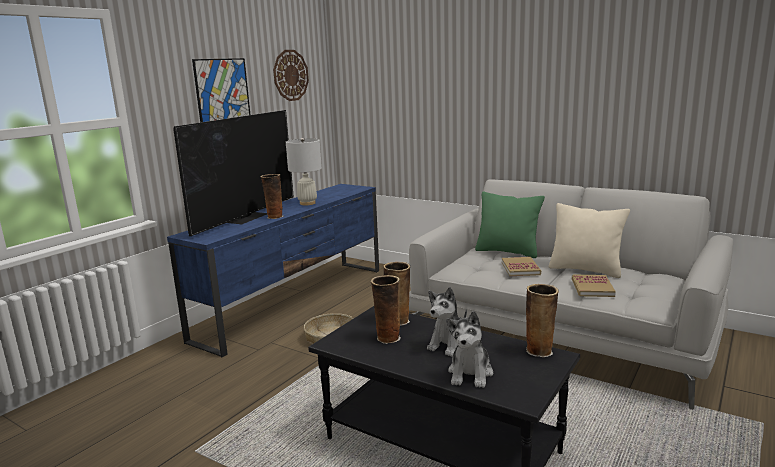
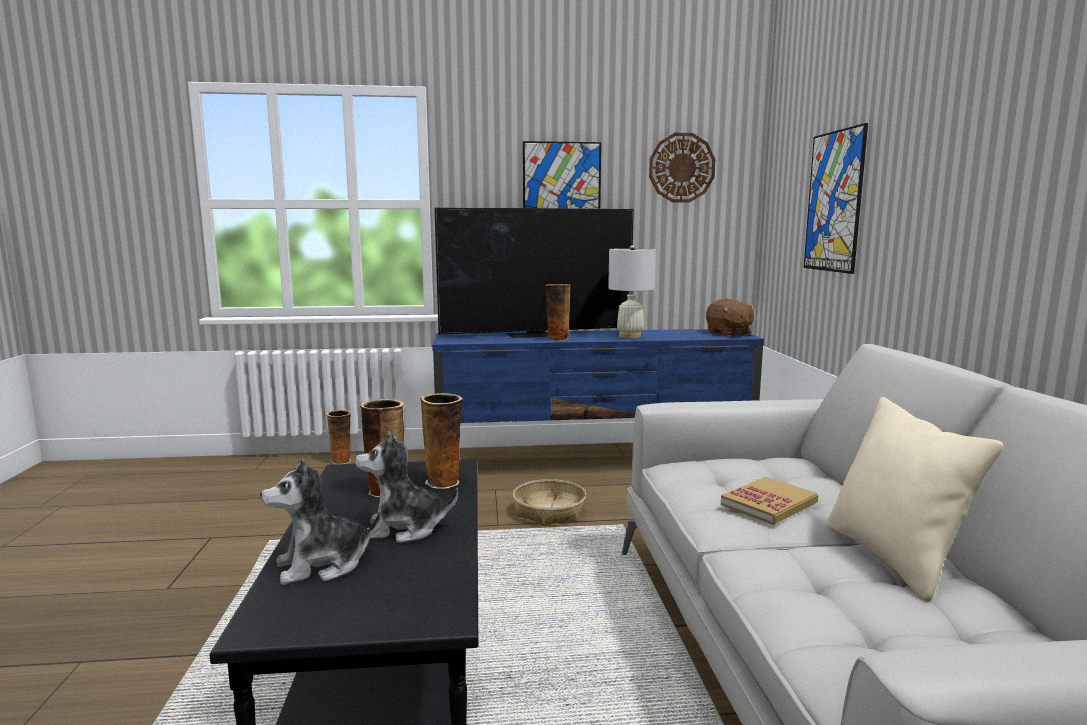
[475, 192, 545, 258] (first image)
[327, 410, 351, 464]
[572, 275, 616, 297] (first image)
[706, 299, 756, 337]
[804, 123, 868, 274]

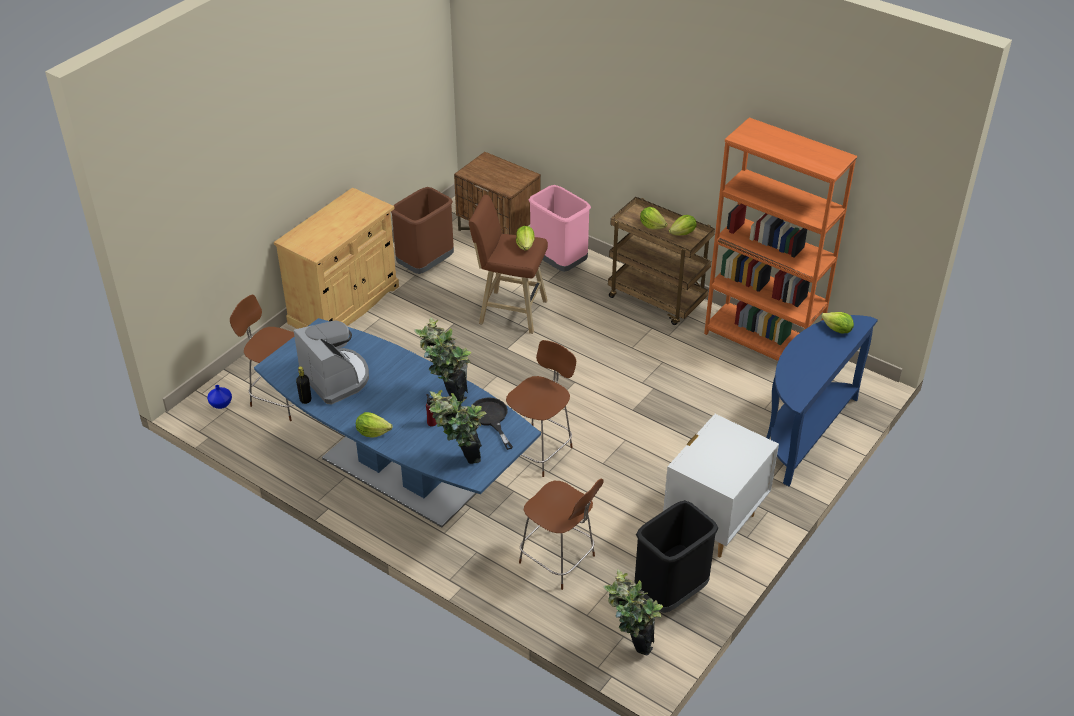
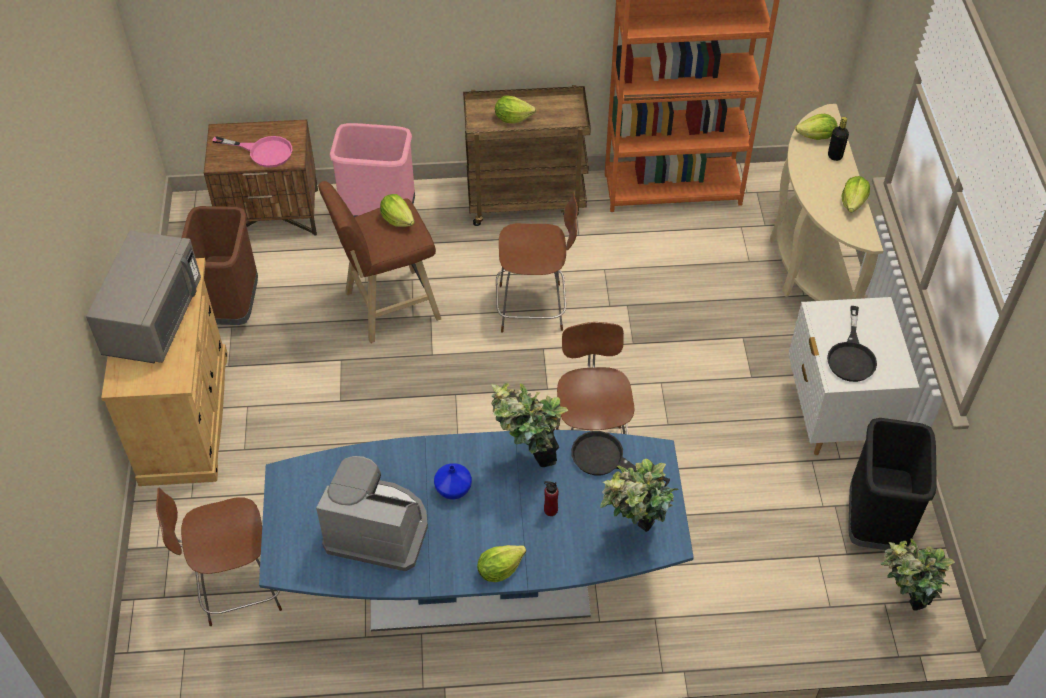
[434, 463, 472, 499]
[828, 117, 849, 161]
[496, 192, 578, 333]
[841, 176, 870, 212]
[770, 104, 883, 301]
[86, 231, 201, 363]
[212, 136, 292, 168]
[827, 306, 877, 382]

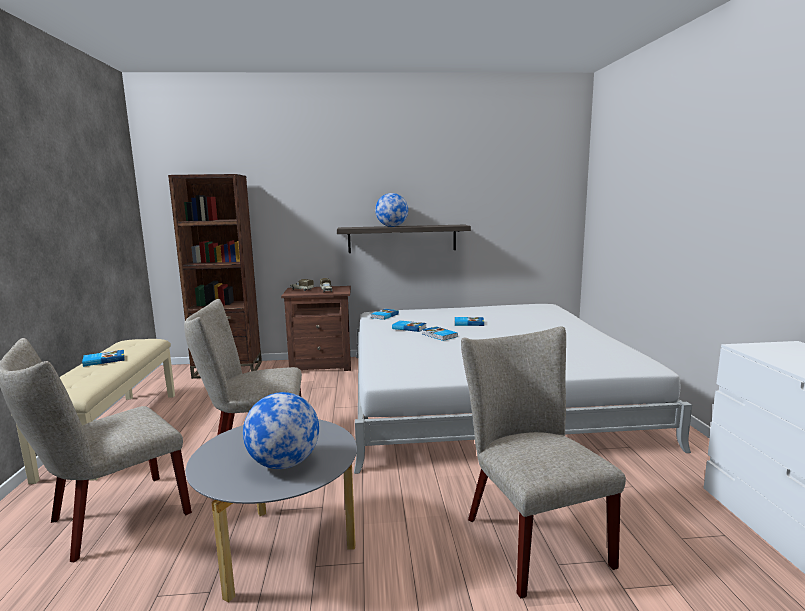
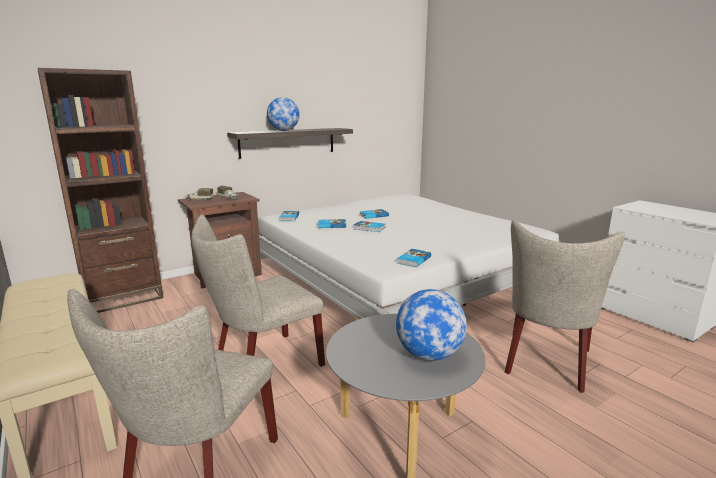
[397, 249, 431, 267]
[505, 220, 625, 393]

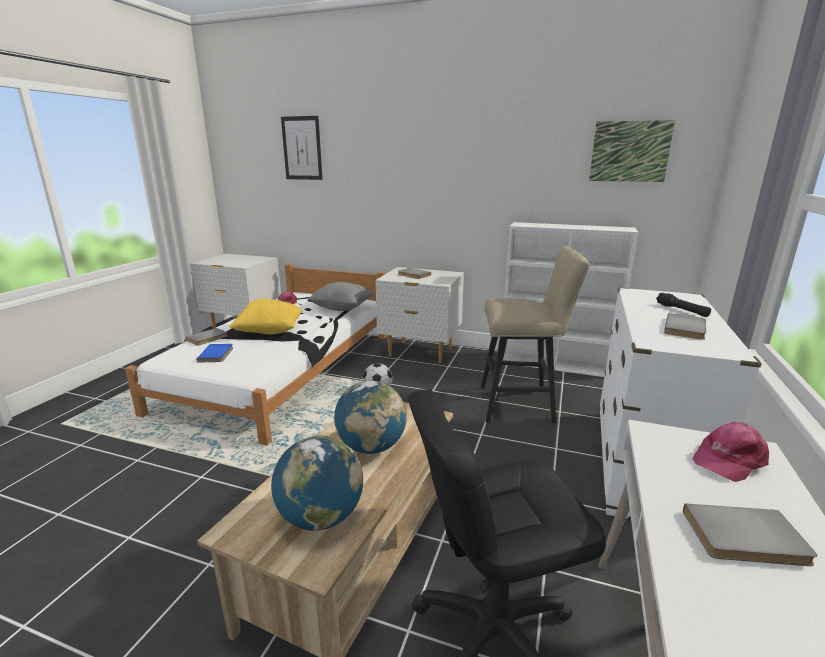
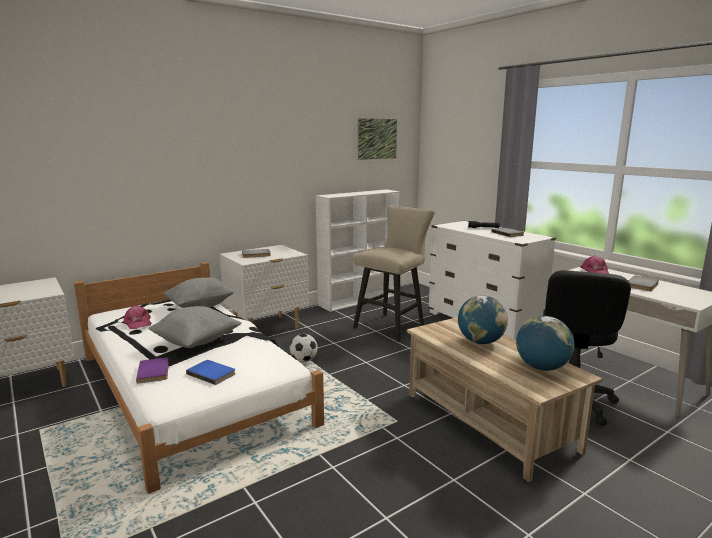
[136, 357, 169, 384]
[149, 306, 242, 348]
[281, 116, 323, 180] (first image)

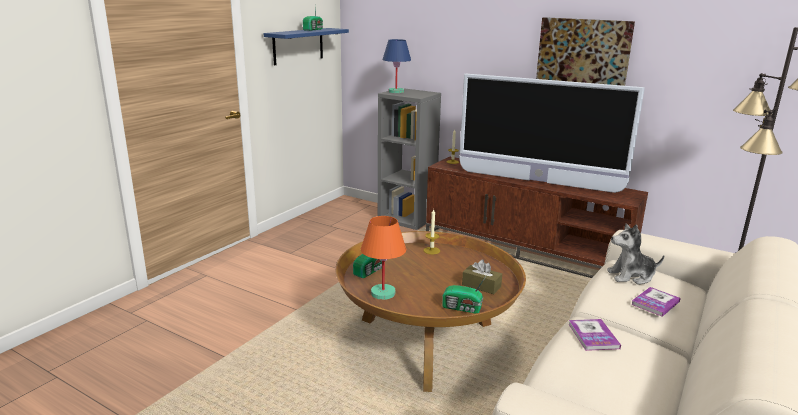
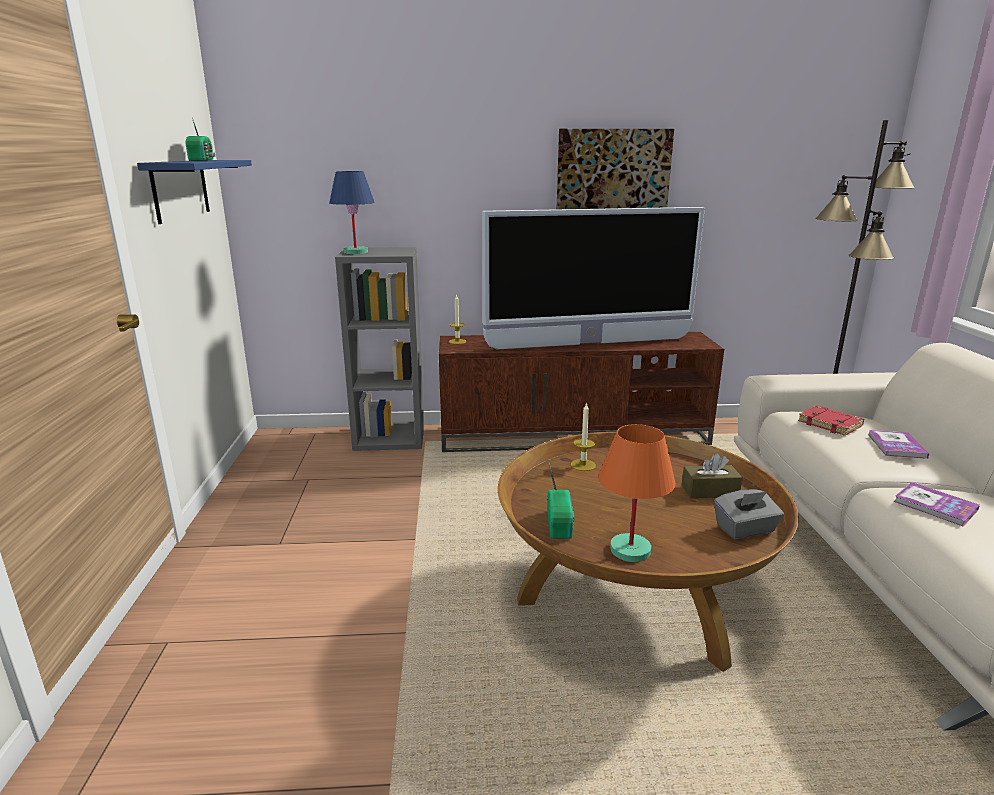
[714, 489, 784, 539]
[798, 405, 864, 436]

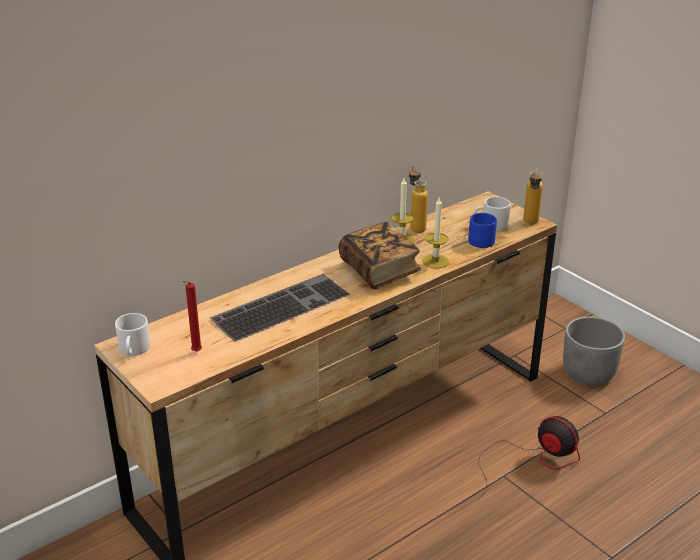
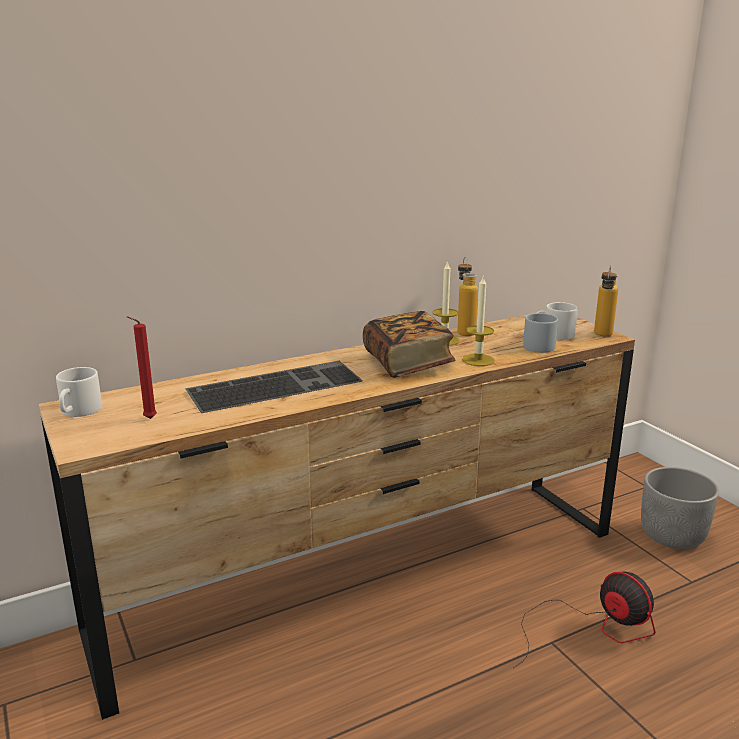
[523, 313, 558, 353]

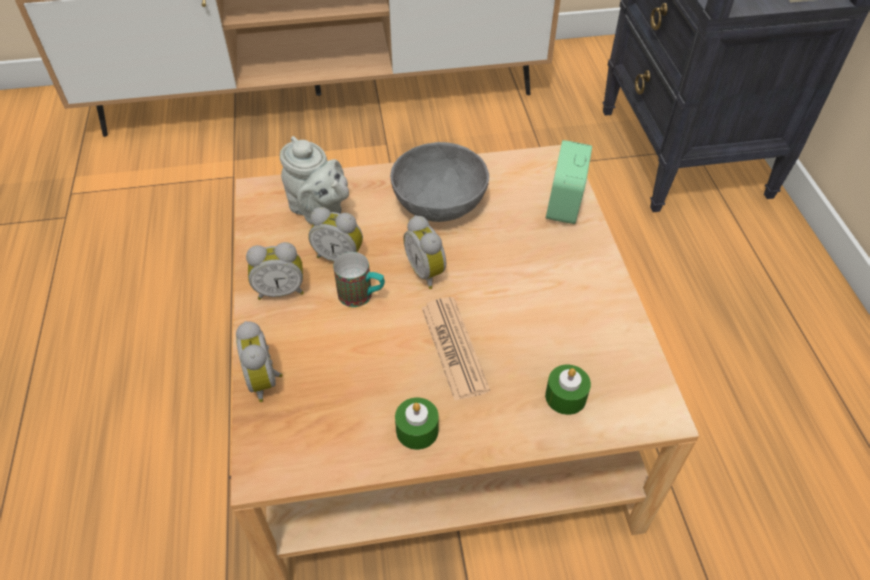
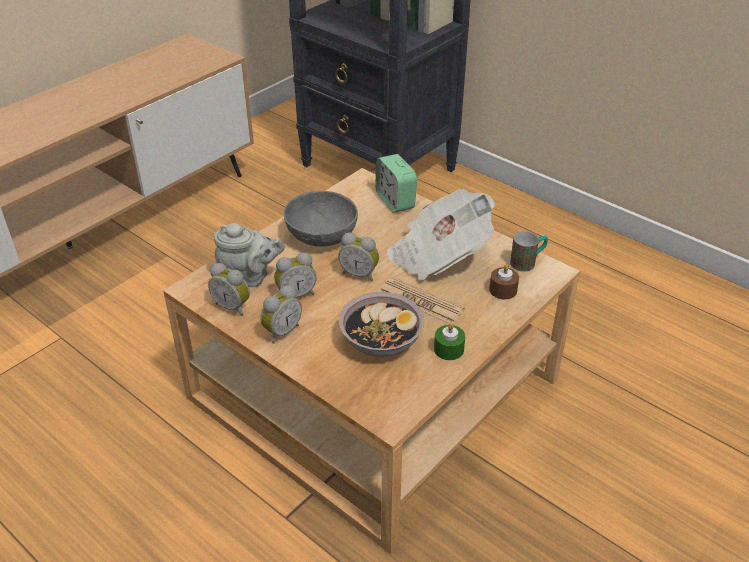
[208, 263, 250, 316]
[510, 231, 548, 272]
[489, 264, 519, 299]
[338, 292, 424, 357]
[387, 189, 496, 280]

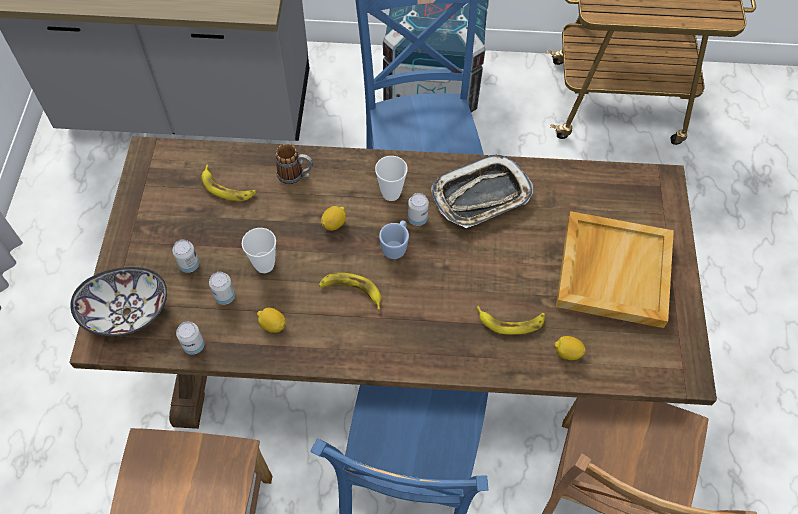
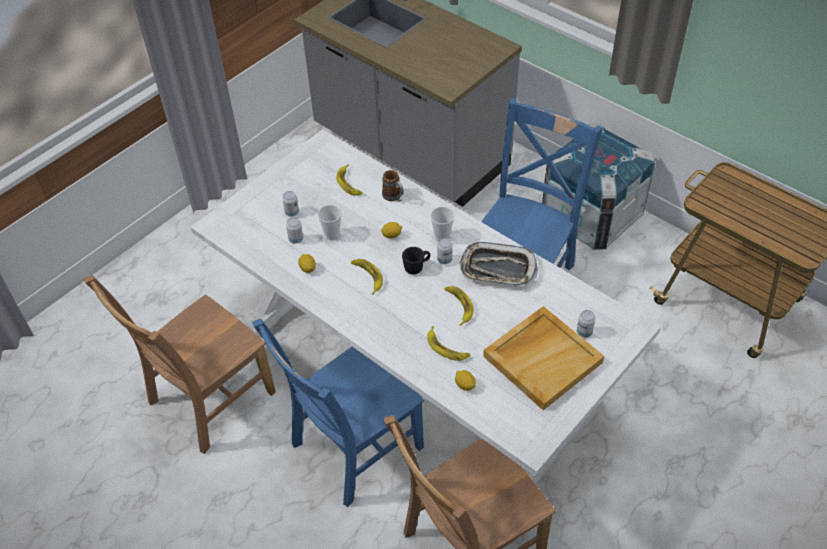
[191, 129, 661, 484]
[70, 267, 167, 337] (first image)
[577, 310, 596, 337]
[402, 247, 430, 275]
[444, 286, 474, 326]

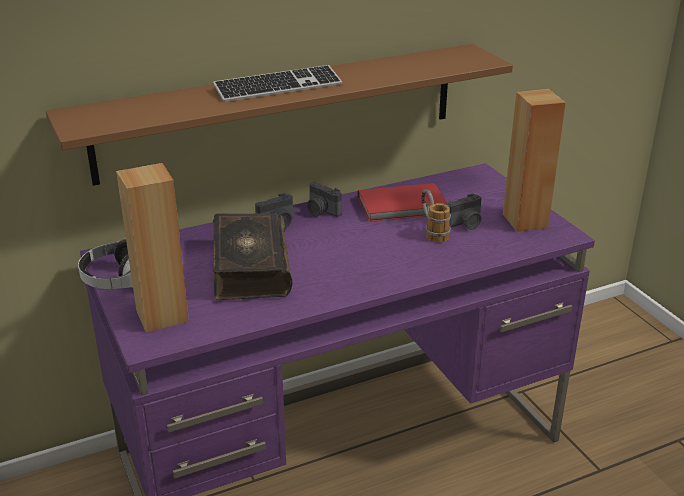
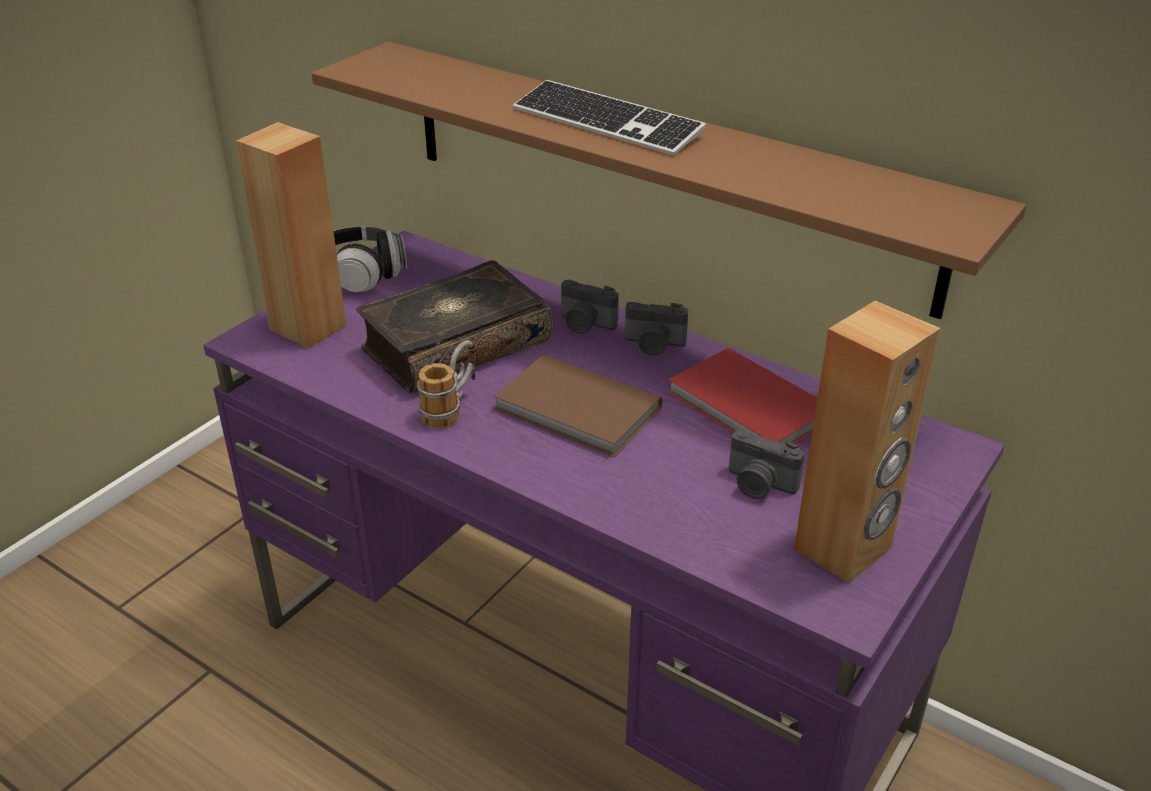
[625, 302, 688, 355]
[417, 340, 476, 429]
[493, 355, 662, 457]

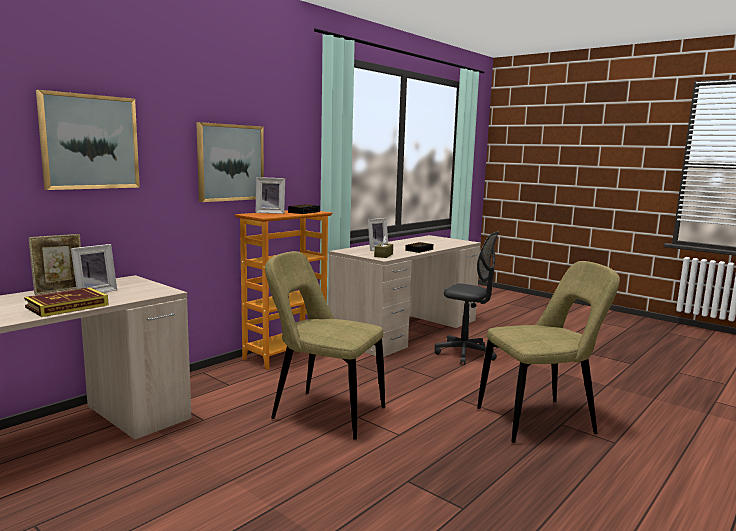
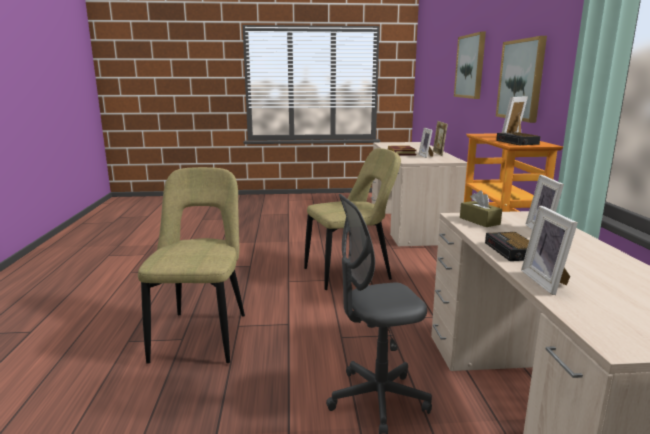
[138, 167, 245, 364]
[521, 206, 578, 295]

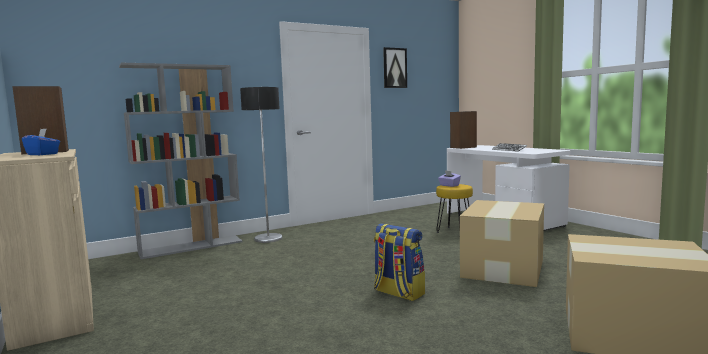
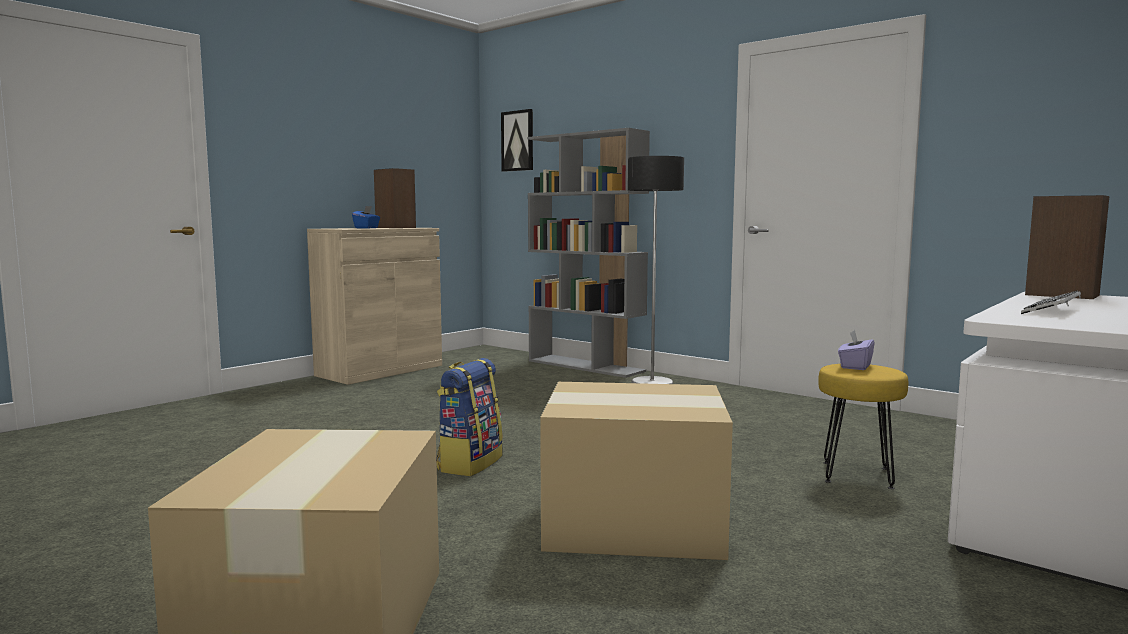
[501, 109, 533, 172]

